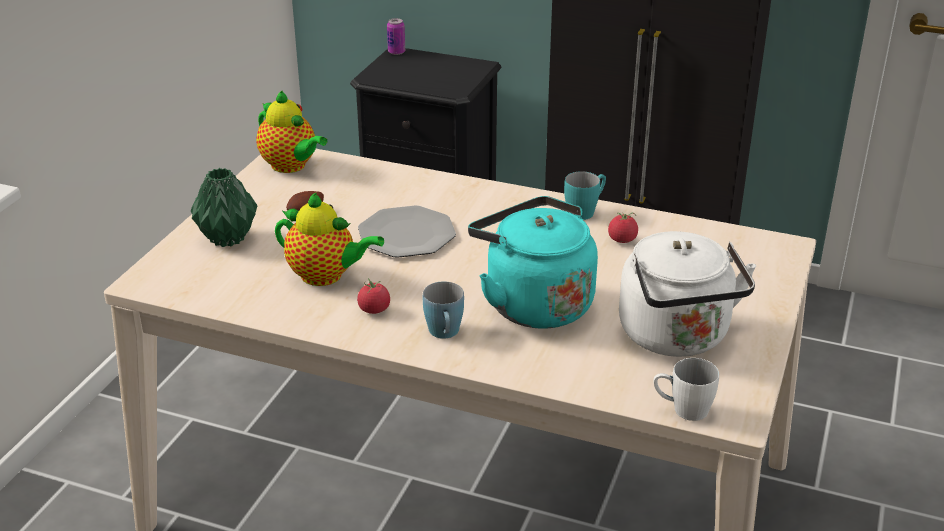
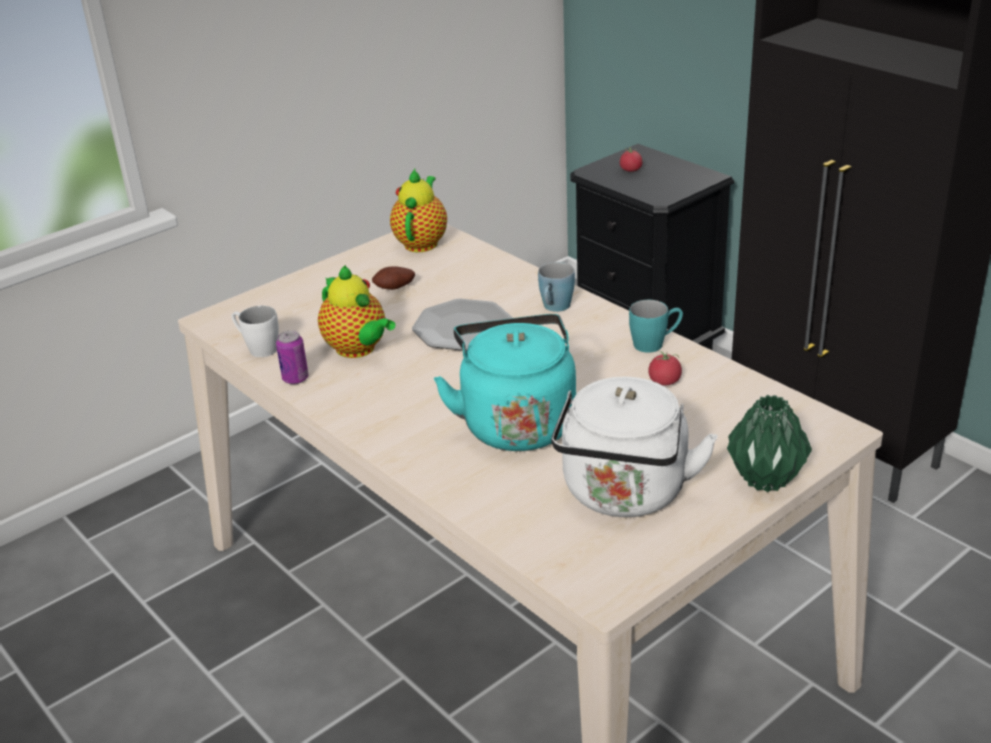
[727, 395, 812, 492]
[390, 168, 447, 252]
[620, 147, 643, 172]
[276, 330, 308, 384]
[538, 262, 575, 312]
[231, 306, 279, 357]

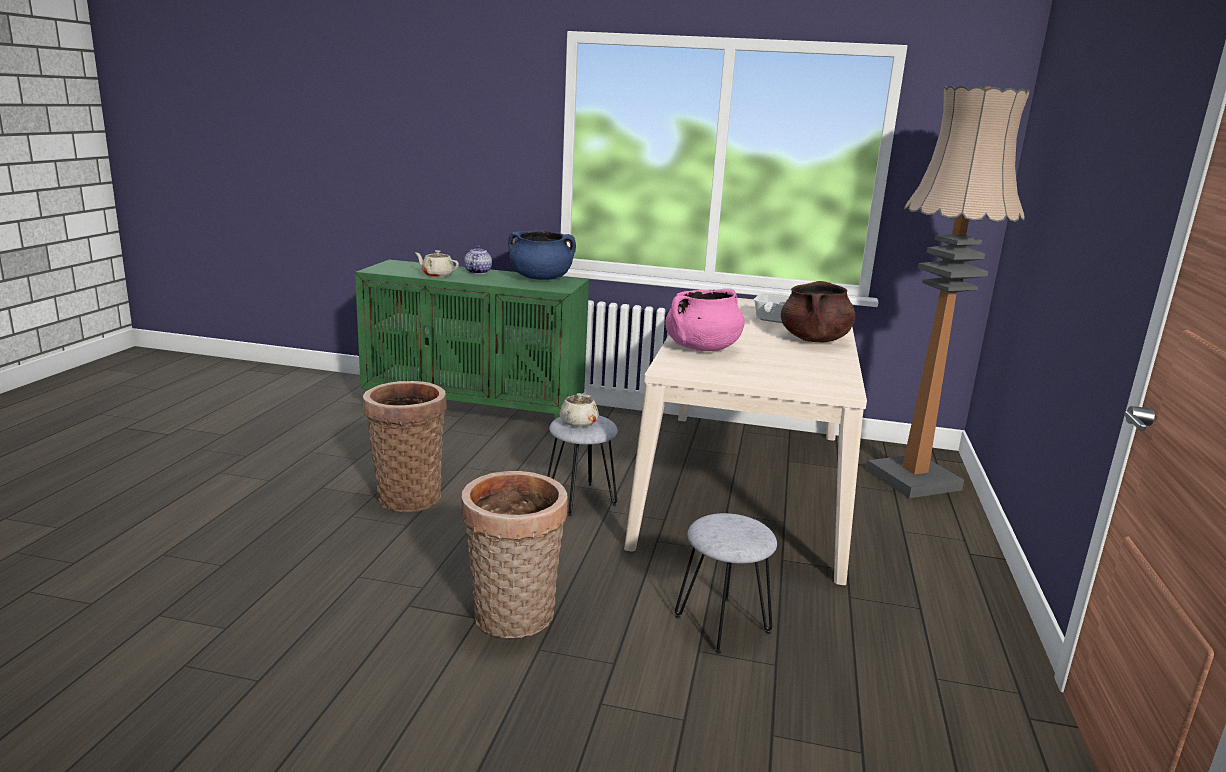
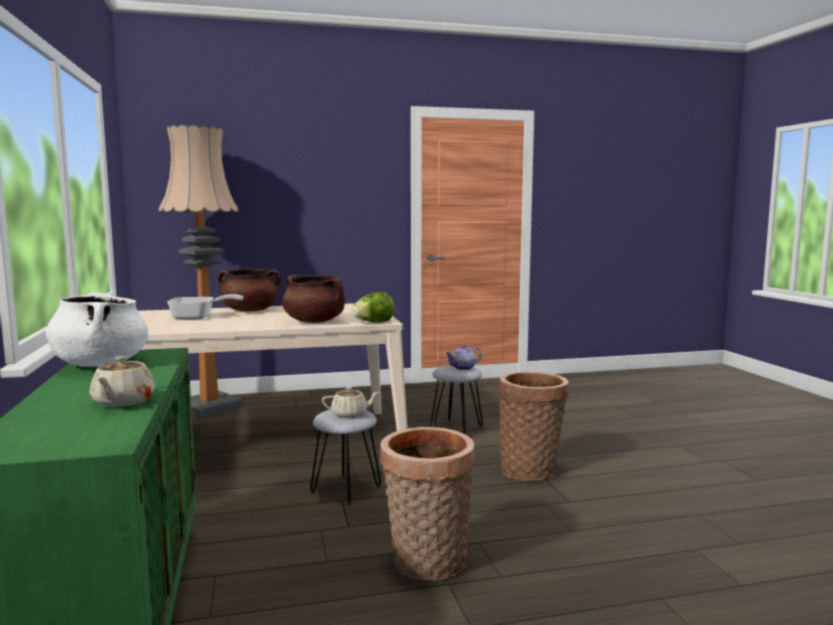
[446, 345, 482, 370]
[46, 292, 148, 367]
[282, 275, 345, 323]
[351, 292, 395, 322]

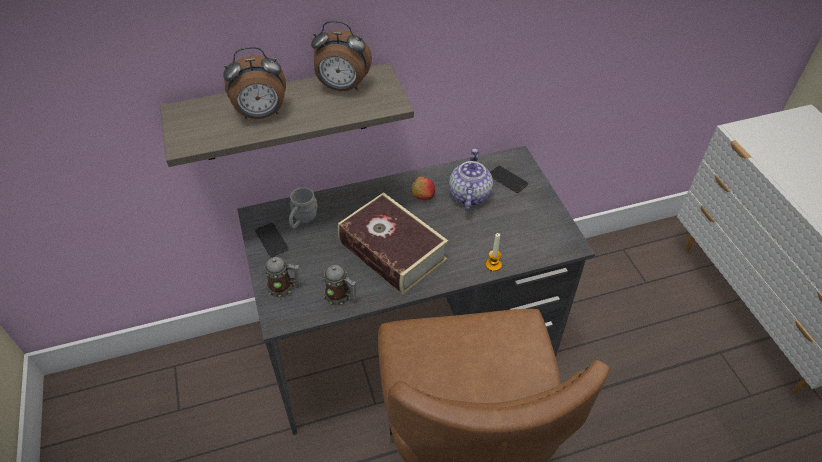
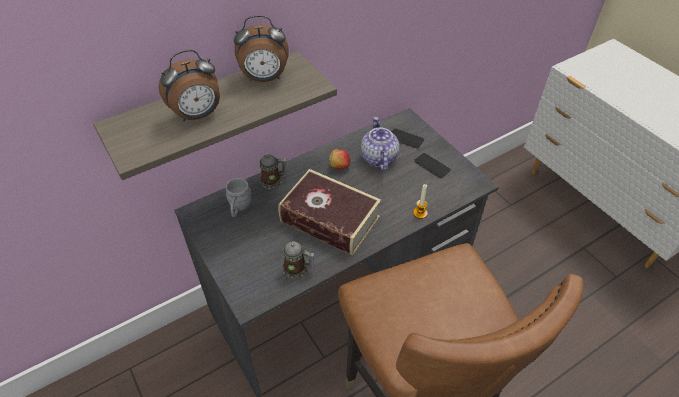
[414, 153, 451, 178]
[259, 154, 287, 189]

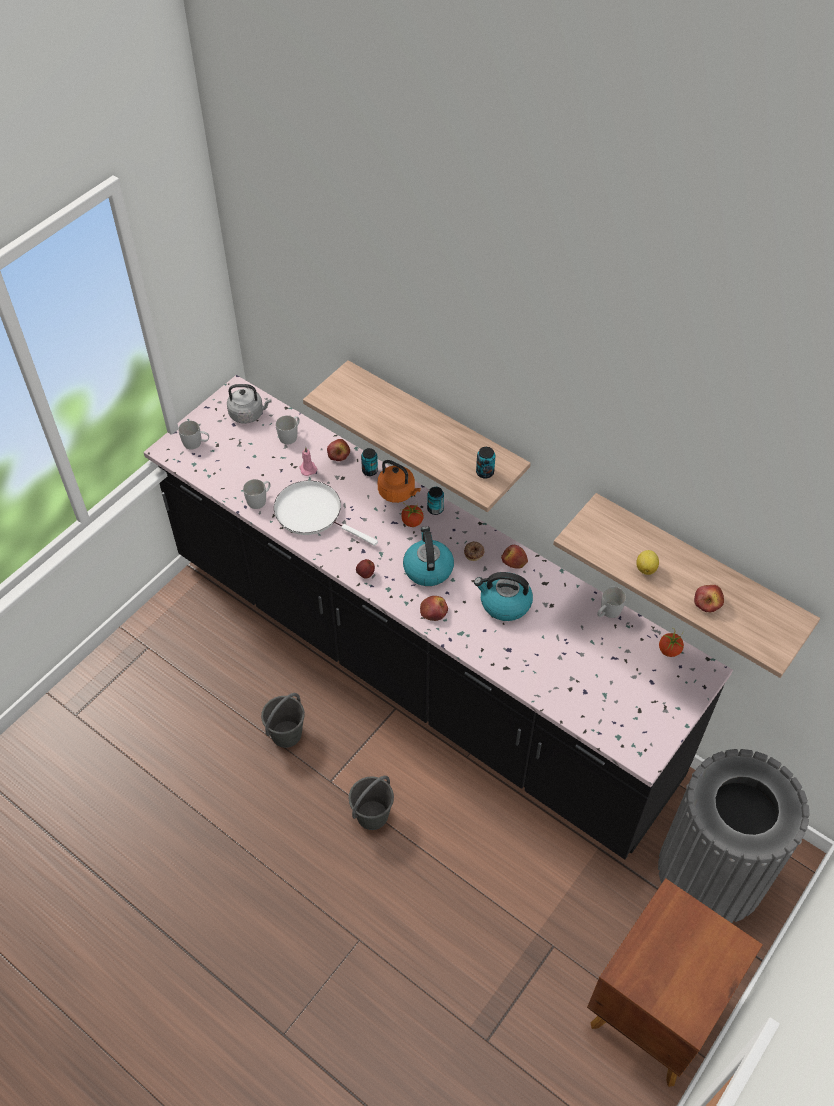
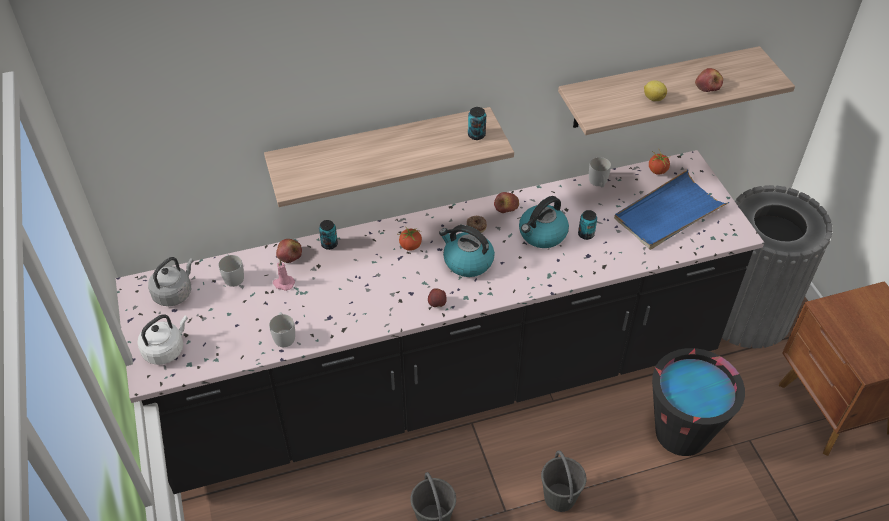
[138, 314, 188, 365]
[274, 480, 378, 546] (first image)
[378, 460, 421, 503] (first image)
[420, 596, 448, 621] (first image)
[578, 210, 597, 240]
[614, 169, 729, 250]
[652, 348, 745, 456]

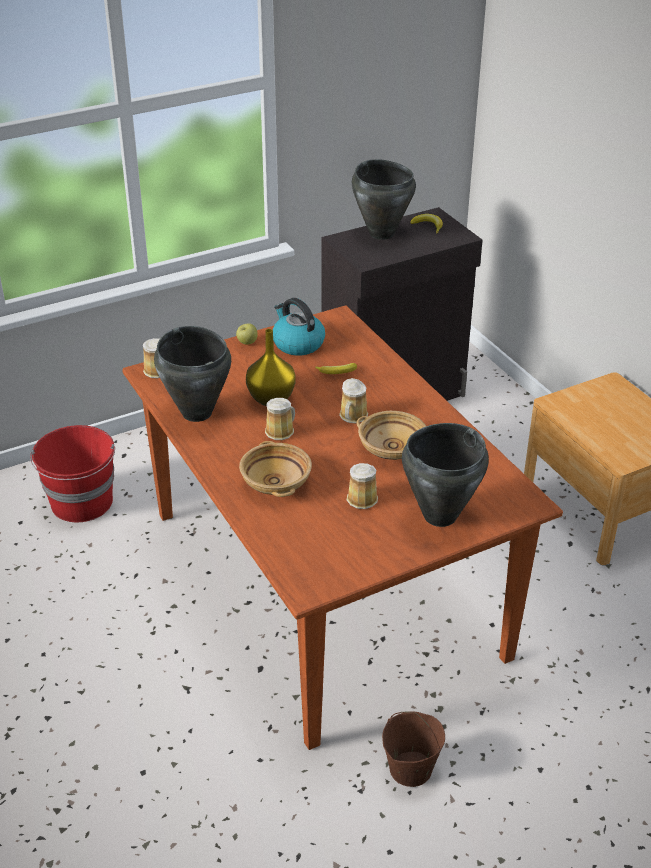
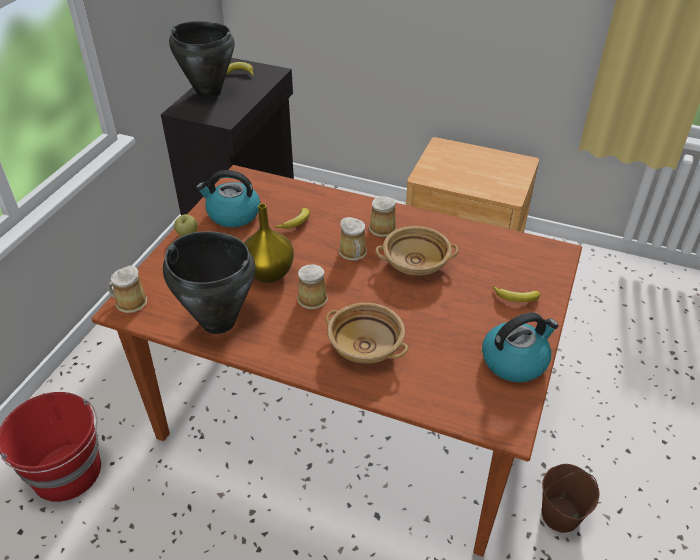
[369, 196, 396, 237]
[493, 286, 540, 302]
[482, 312, 559, 382]

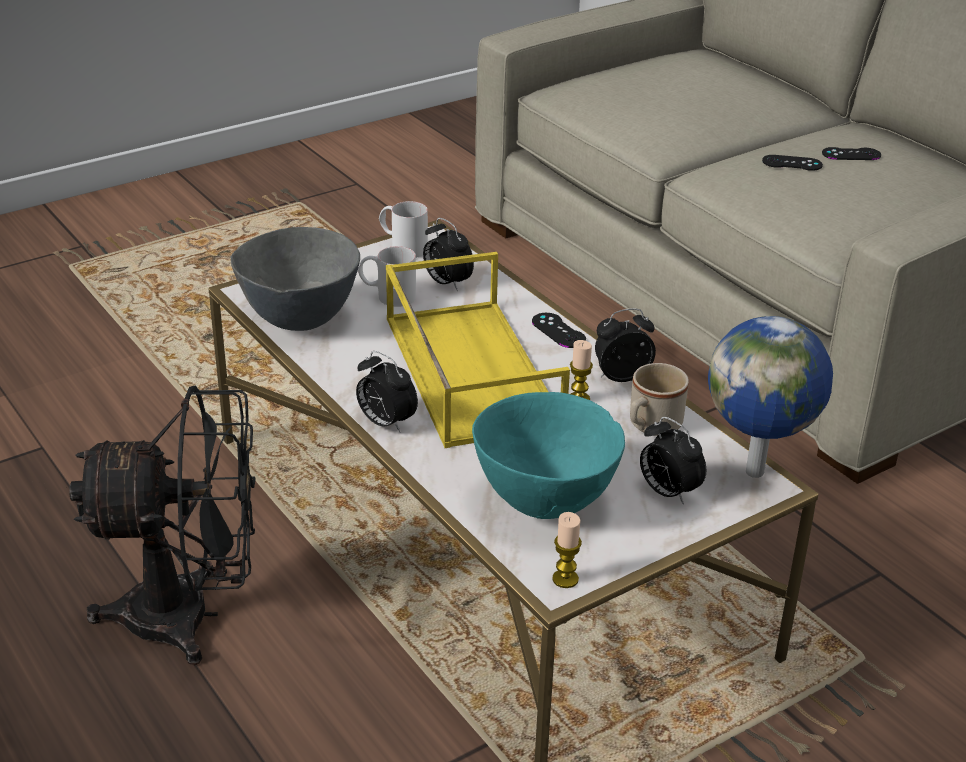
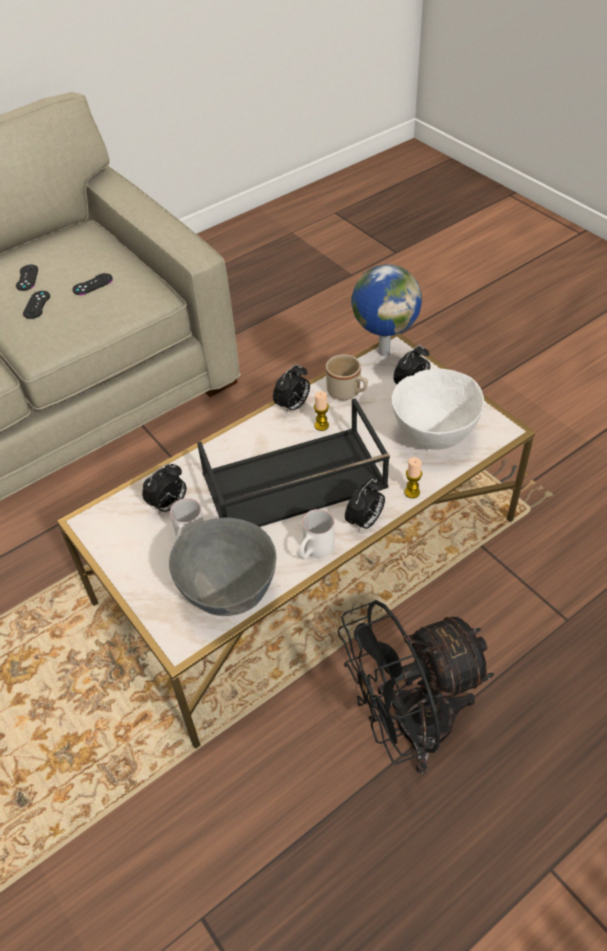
[337, 600, 494, 775]
[297, 509, 335, 560]
[197, 398, 390, 527]
[392, 369, 484, 450]
[72, 273, 113, 295]
[404, 457, 422, 498]
[273, 364, 310, 414]

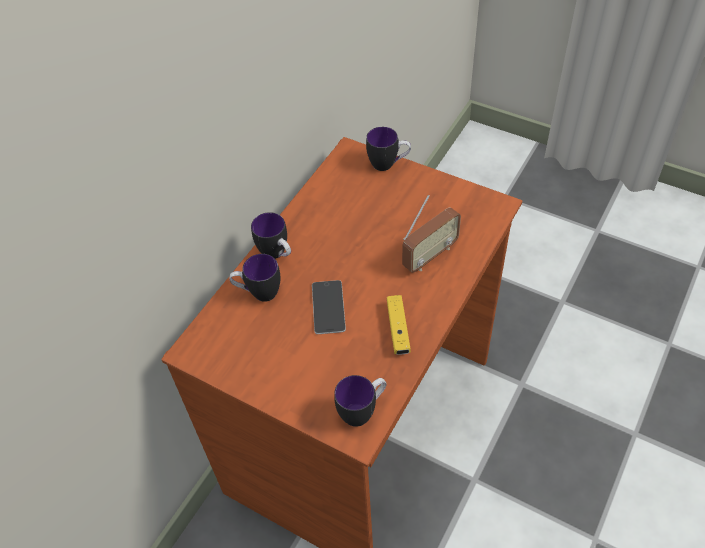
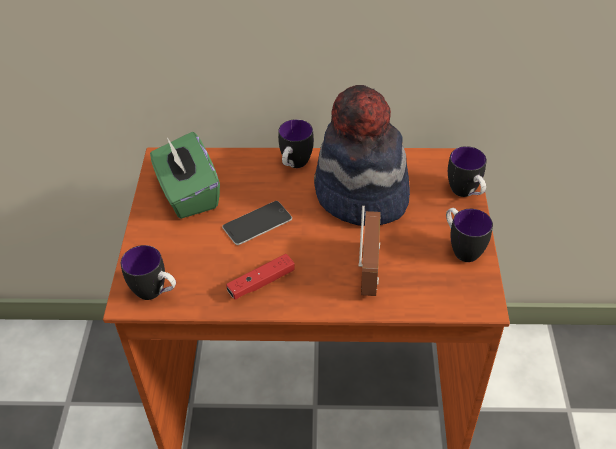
[446, 208, 493, 262]
[226, 254, 295, 300]
[358, 206, 381, 296]
[150, 132, 220, 219]
[314, 85, 410, 226]

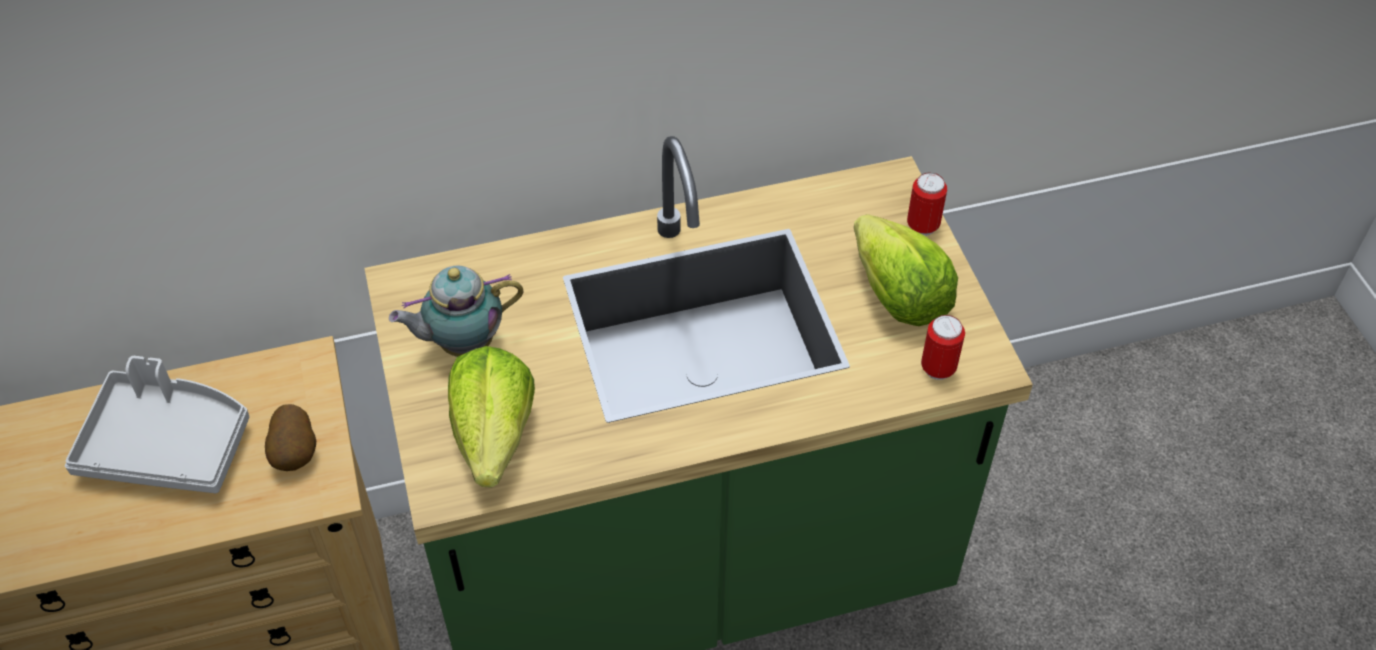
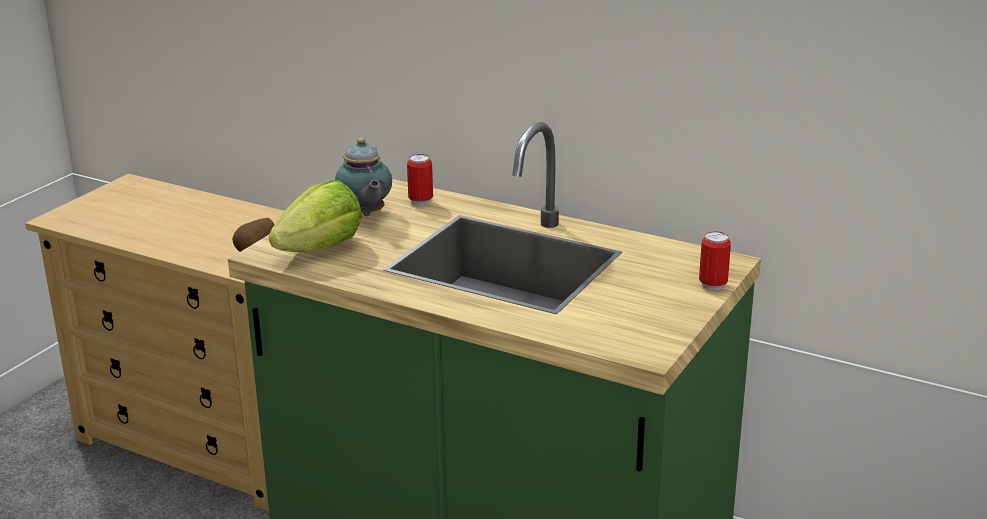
[65, 356, 249, 493] (first image)
[335, 138, 392, 216]
[854, 214, 958, 326] (first image)
[407, 154, 433, 205]

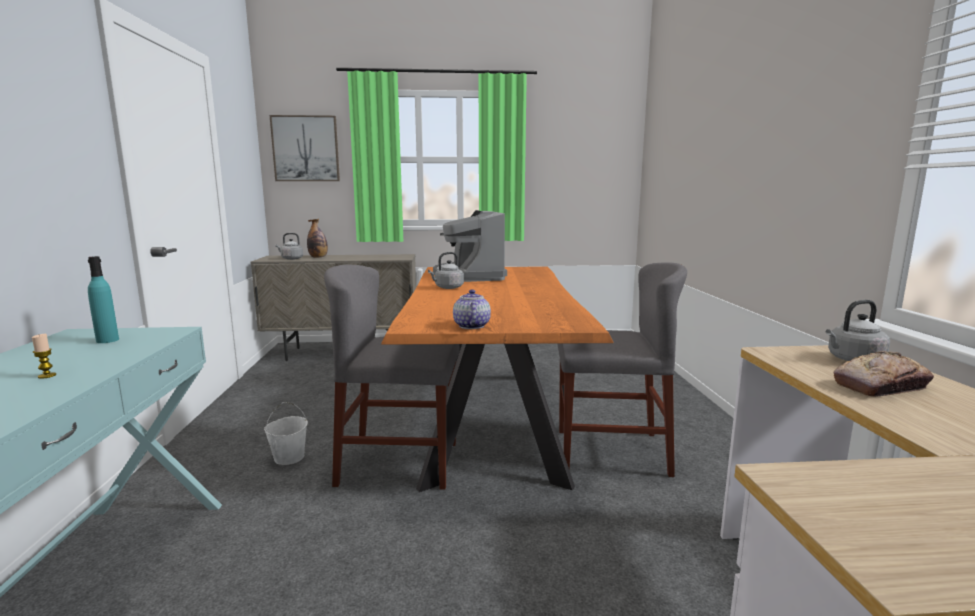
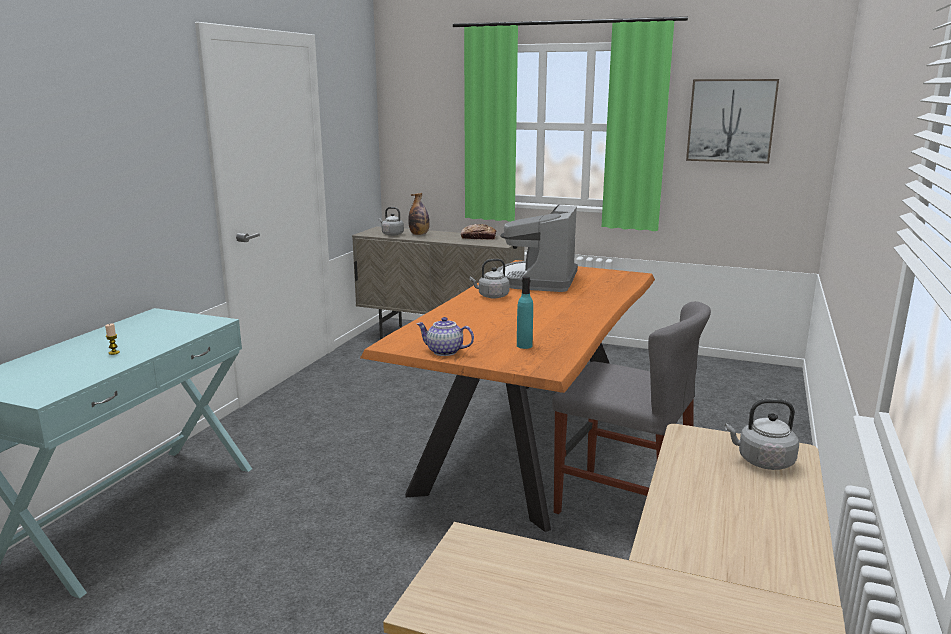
[517, 277, 533, 349]
[264, 402, 308, 465] (first image)
[686, 79, 779, 164]
[324, 265, 460, 490] (first image)
[417, 317, 474, 356]
[461, 224, 496, 240]

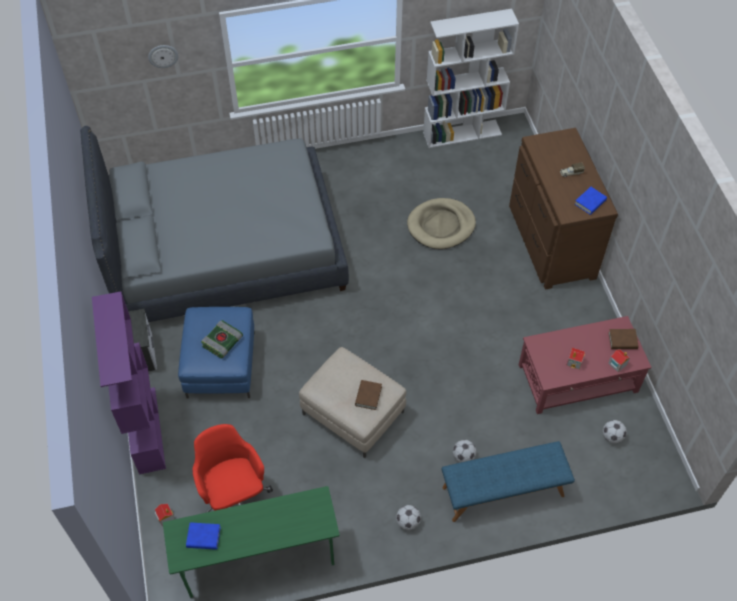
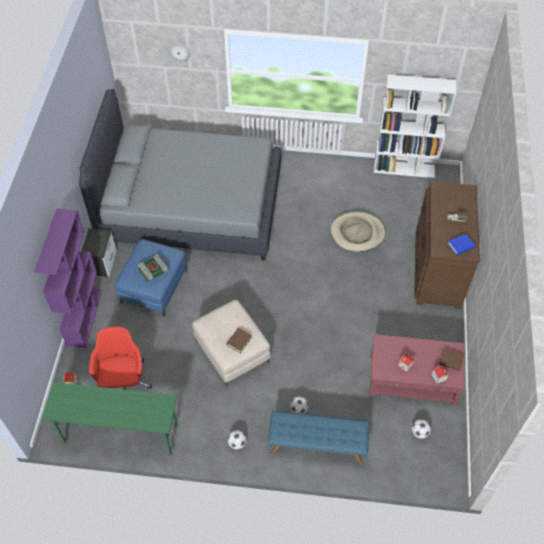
[186, 522, 221, 550] (first image)

